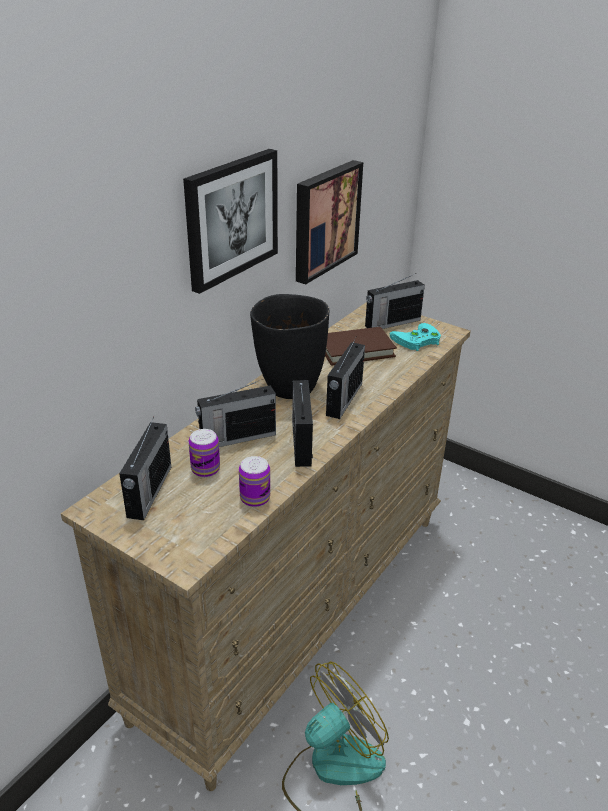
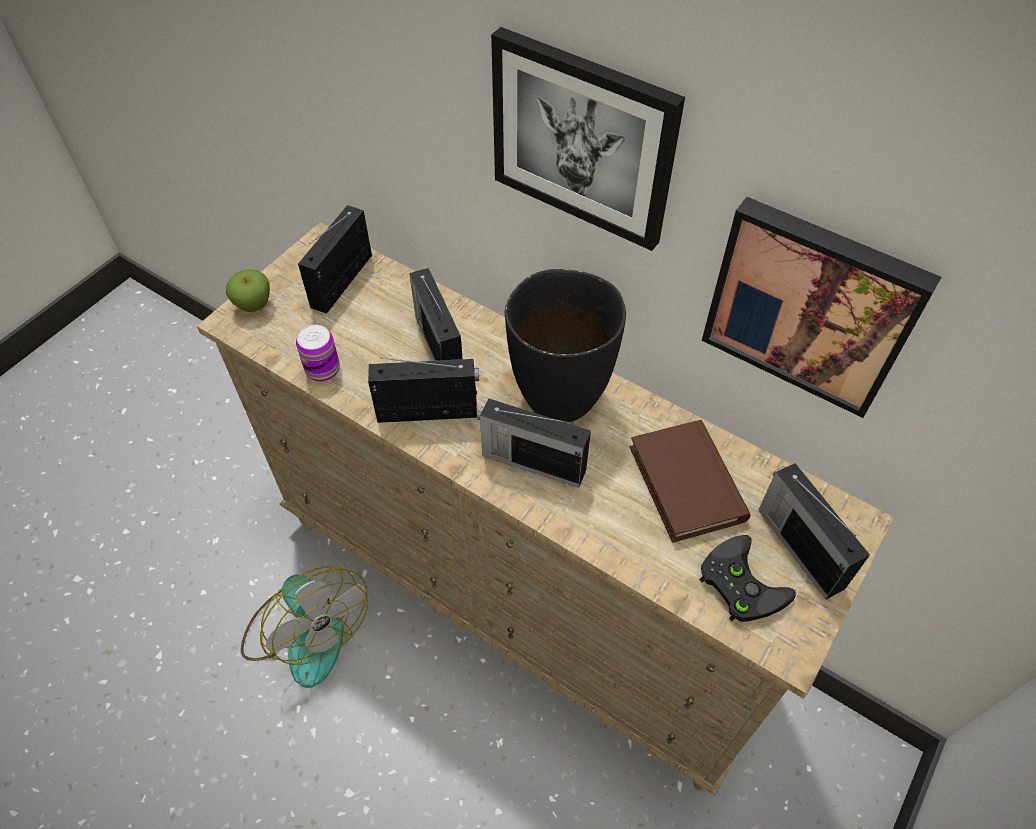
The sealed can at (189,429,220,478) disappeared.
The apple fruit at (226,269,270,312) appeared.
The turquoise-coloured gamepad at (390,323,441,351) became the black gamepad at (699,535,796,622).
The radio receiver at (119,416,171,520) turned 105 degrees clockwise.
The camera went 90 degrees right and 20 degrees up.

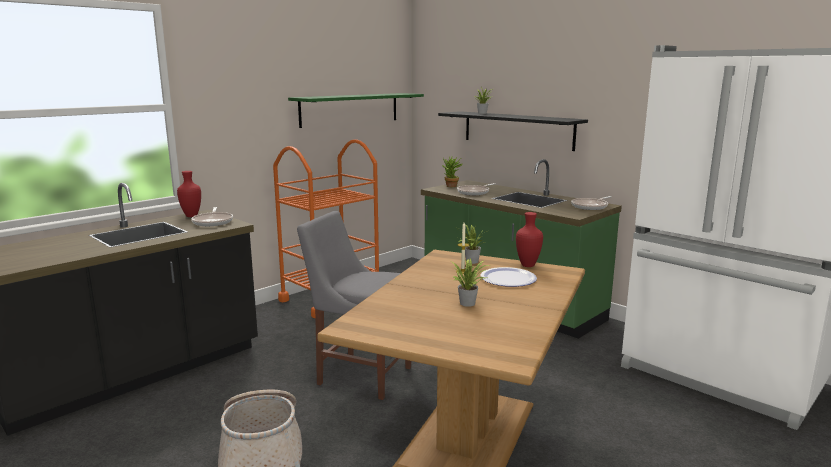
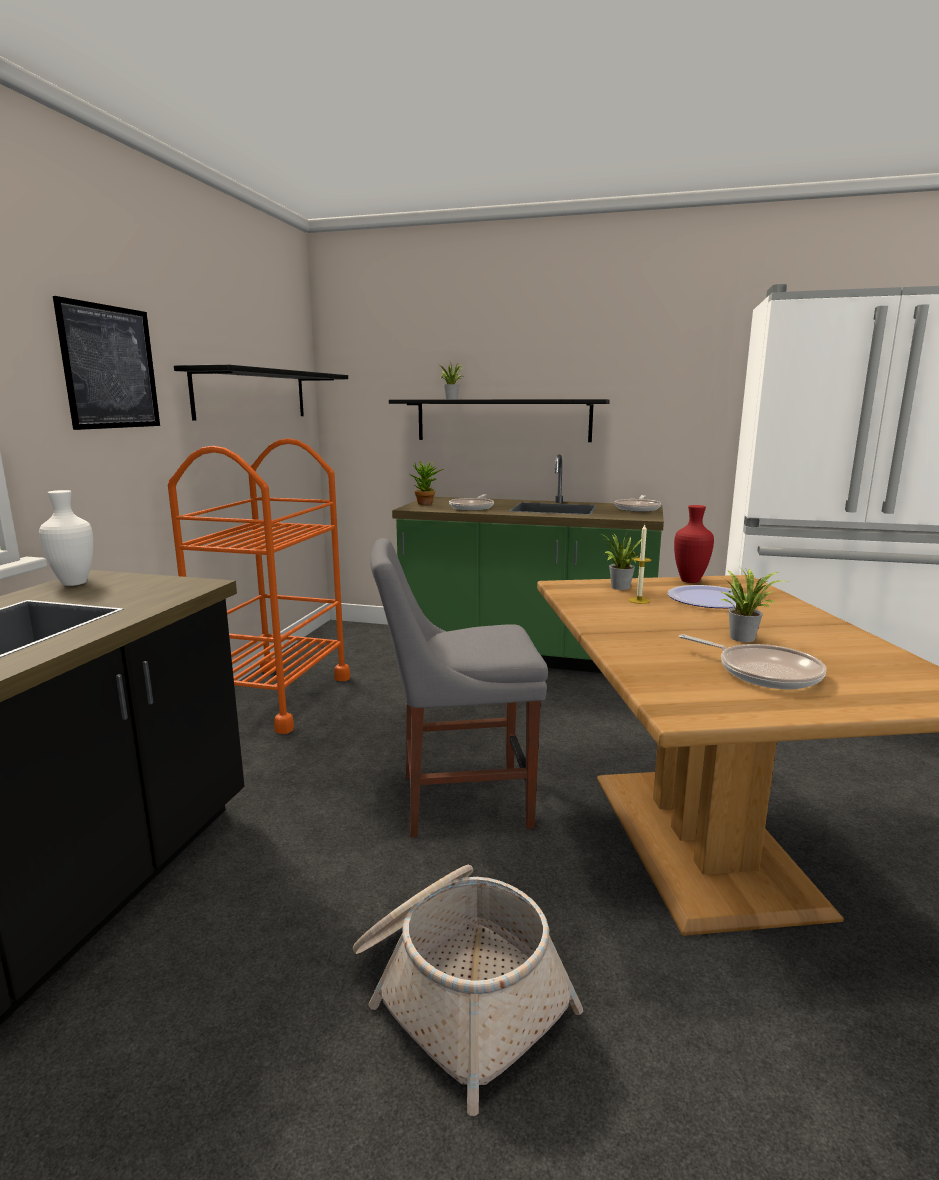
The wall picture at (53,296,160,430) appeared.
The frying pan moved from (191,207,233,226) to (679,634,827,689).
The red decorative vase at (177,171,201,217) became the white decorative vase at (39,490,93,586).
The green-coloured shelf at (288,93,424,128) became the black shelf at (174,364,348,421).
The camera went 30 degrees left and 0 degrees up.

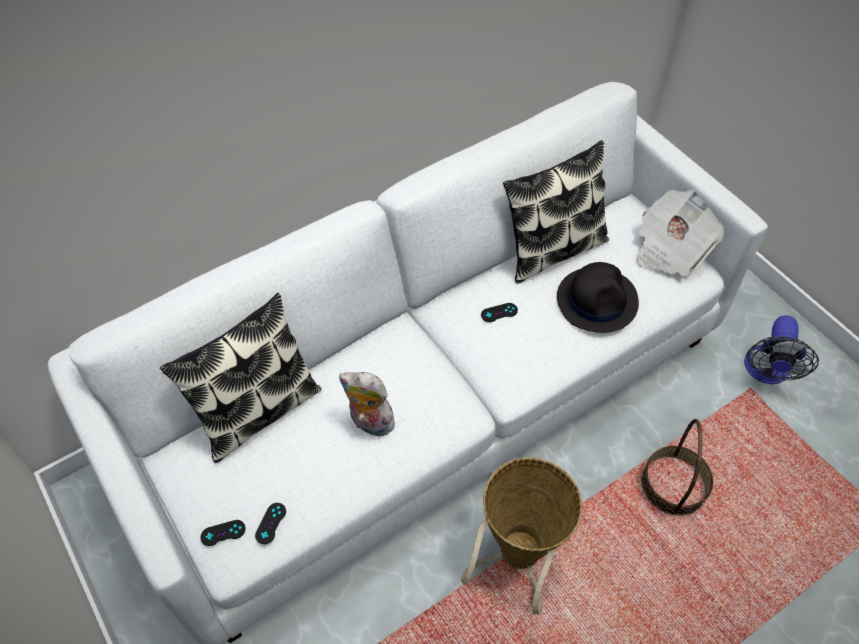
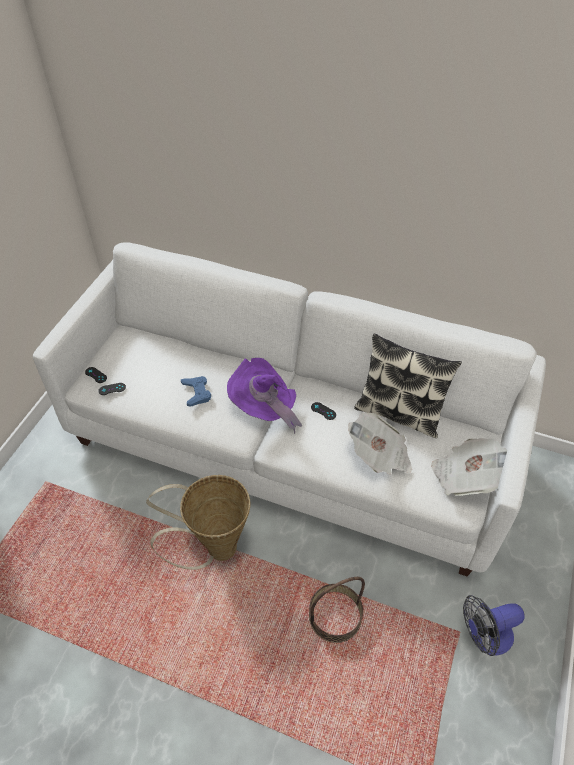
The cushion at (160,293,322,464) disappeared.
The purple-coloured clothing hat at (227,358,302,434) appeared.
The soft toy at (339,372,395,436) was replaced by the bluish gamepad at (181,376,211,407).
The black clothing hat at (557,262,639,333) was replaced by the printed paper at (348,413,412,475).
The camera went 55 degrees right and 5 degrees down.

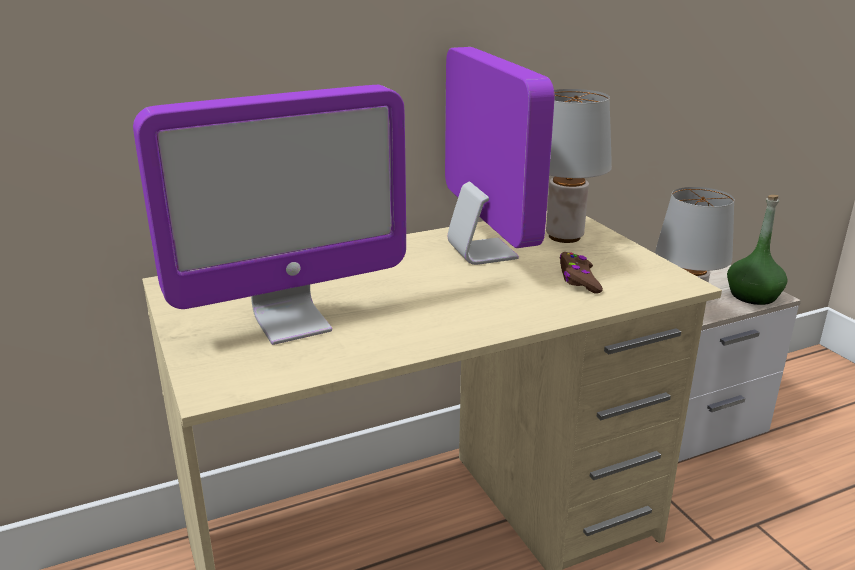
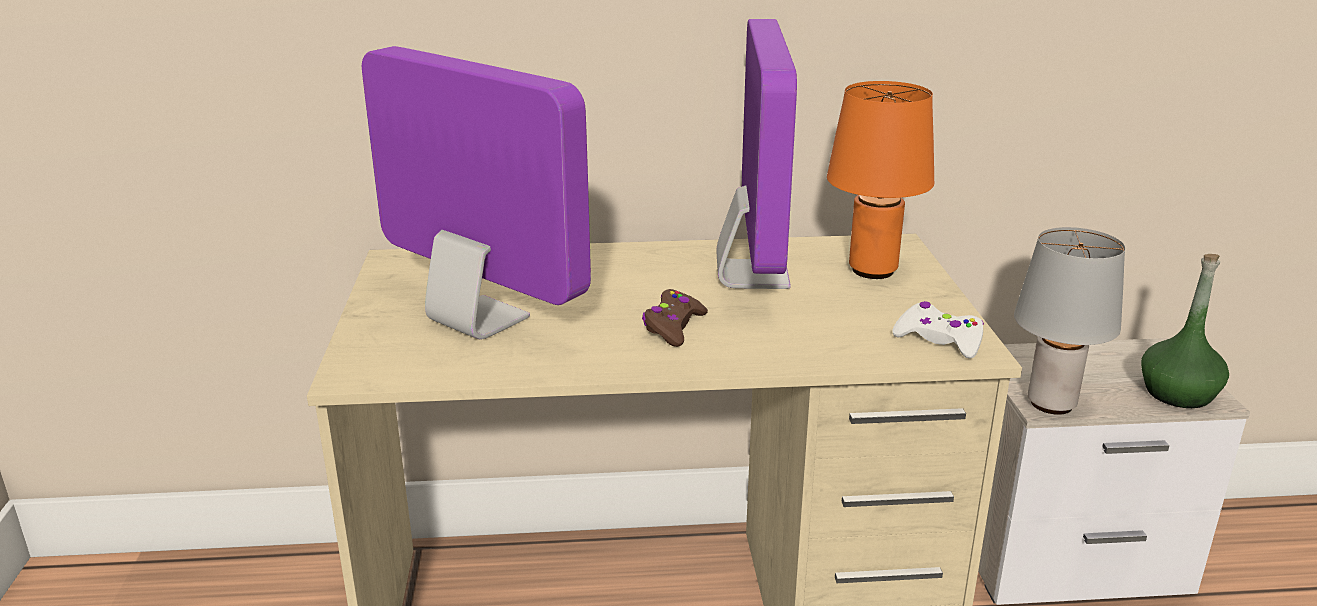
The white gamepad at (892,301,984,359) appeared.
The brown gamepad moved from (560,252,603,294) to (642,289,708,347).
The gray lamp for a table at (546,89,612,243) became the orange lamp for a table at (827,81,934,279).
The computer display at (133,85,406,345) turned 135 degrees counterclockwise.
The camera went 20 degrees right and 0 degrees up.

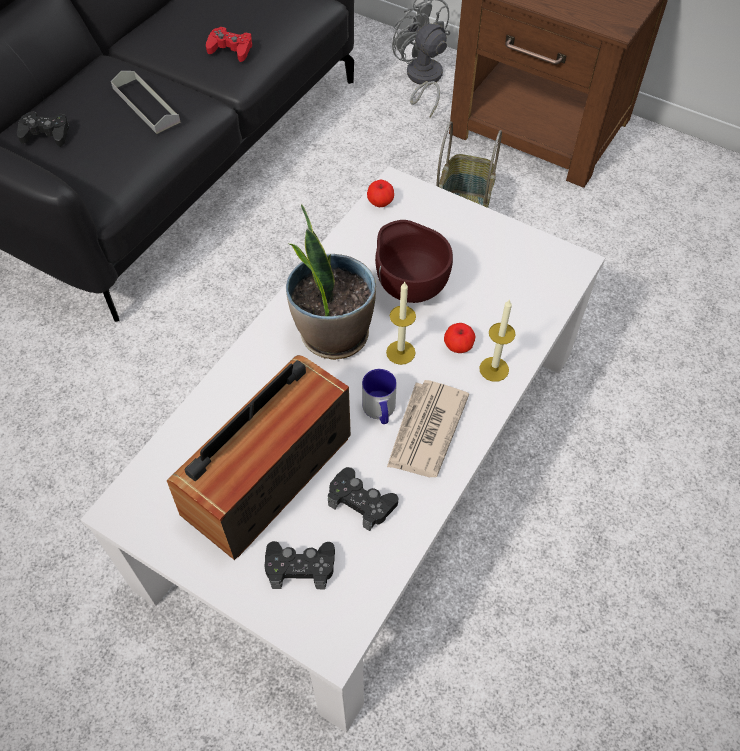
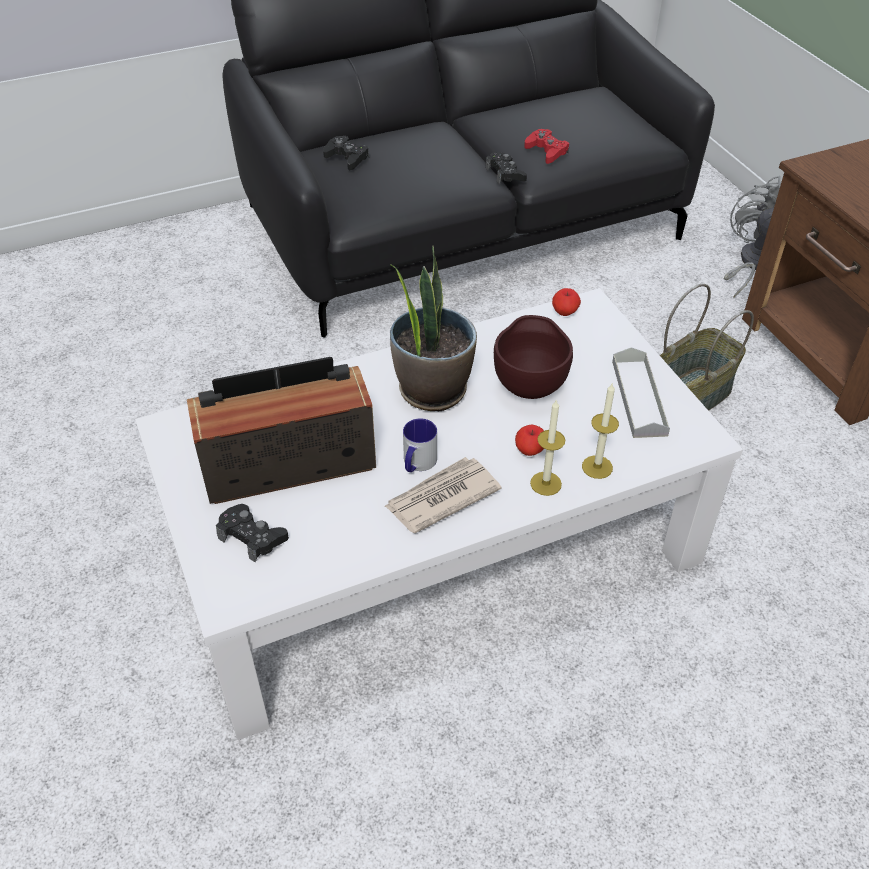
The gray serving tray moved from (111,71,181,134) to (612,347,670,438).
The black gamepad moved from (328,467,398,531) to (486,152,527,184).
The wax candle moved from (386,281,416,365) to (582,382,619,479).
The camera went 35 degrees right and 10 degrees down.

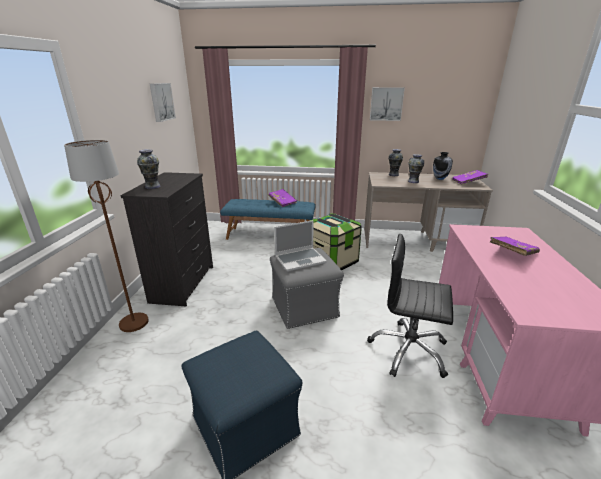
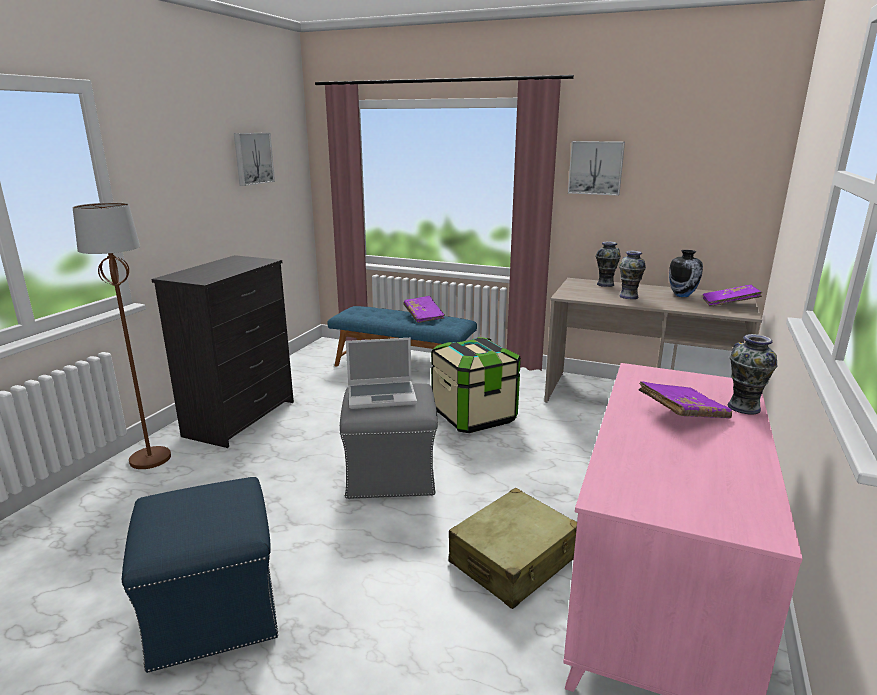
The decorative vase moved from (137,149,161,189) to (728,334,778,414).
The black computer chair at (367,234,453,378) was replaced by the sand-coloured suitcase at (449,488,577,609).
The camera went 15 degrees right and 5 degrees down.

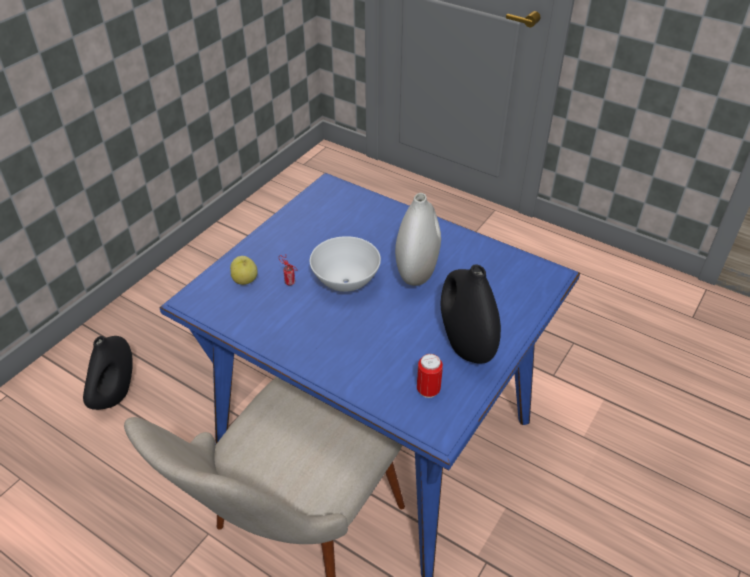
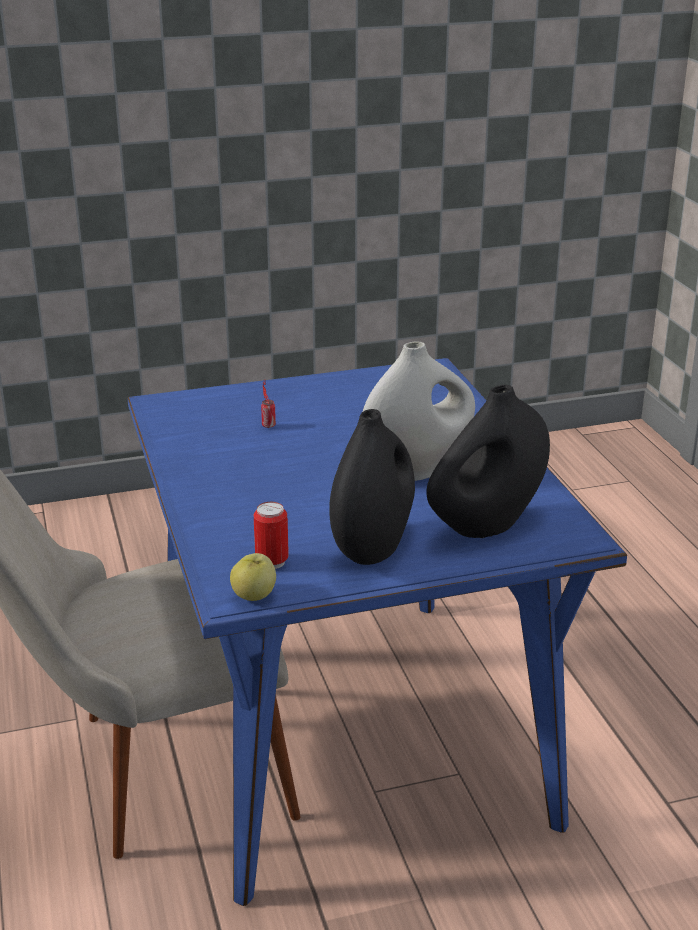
The white bowl at (310,236,381,292) disappeared.
The black decorative vase moved from (83,336,133,410) to (426,385,550,538).
The apple fruit moved from (230,256,258,285) to (230,553,276,601).
The camera went 40 degrees right and 15 degrees down.

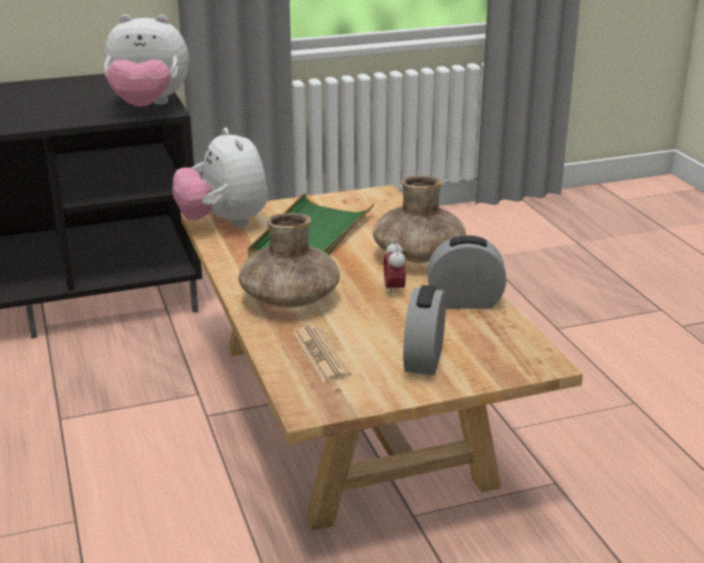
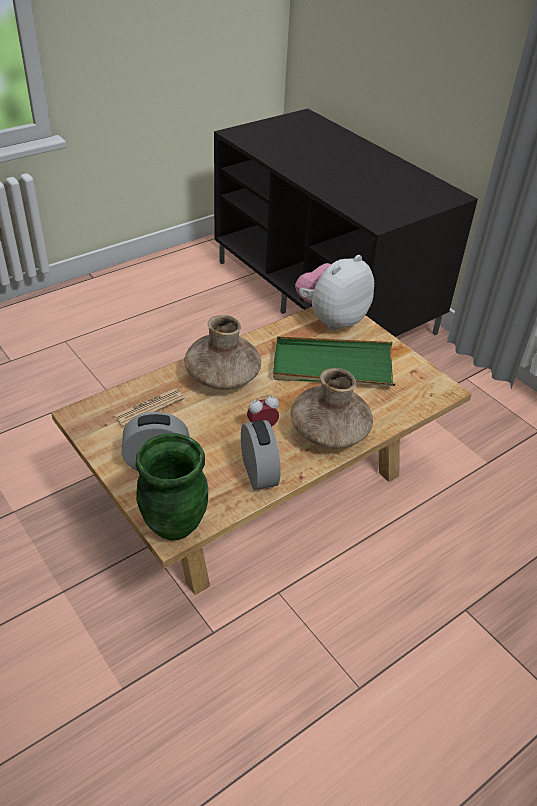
The soft toy at (104,14,189,107) disappeared.
The green-coloured decorative vase at (135,433,208,540) appeared.
The camera went 70 degrees right and 15 degrees up.

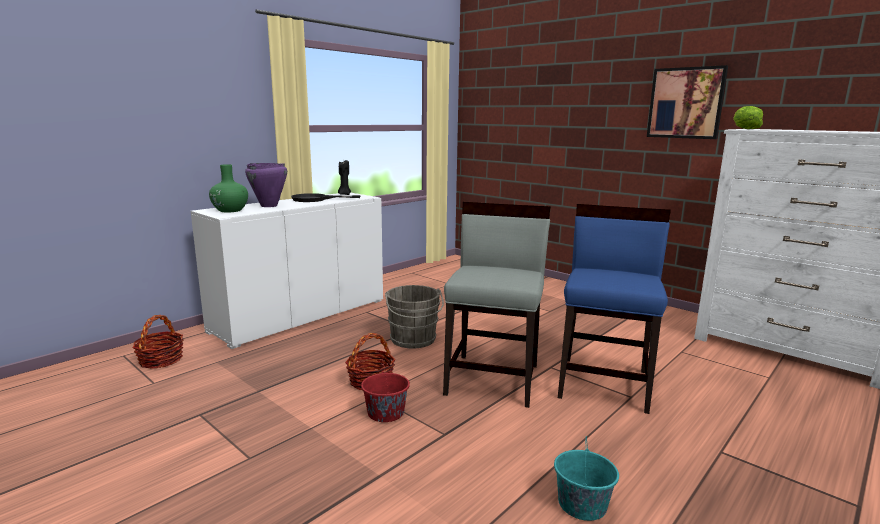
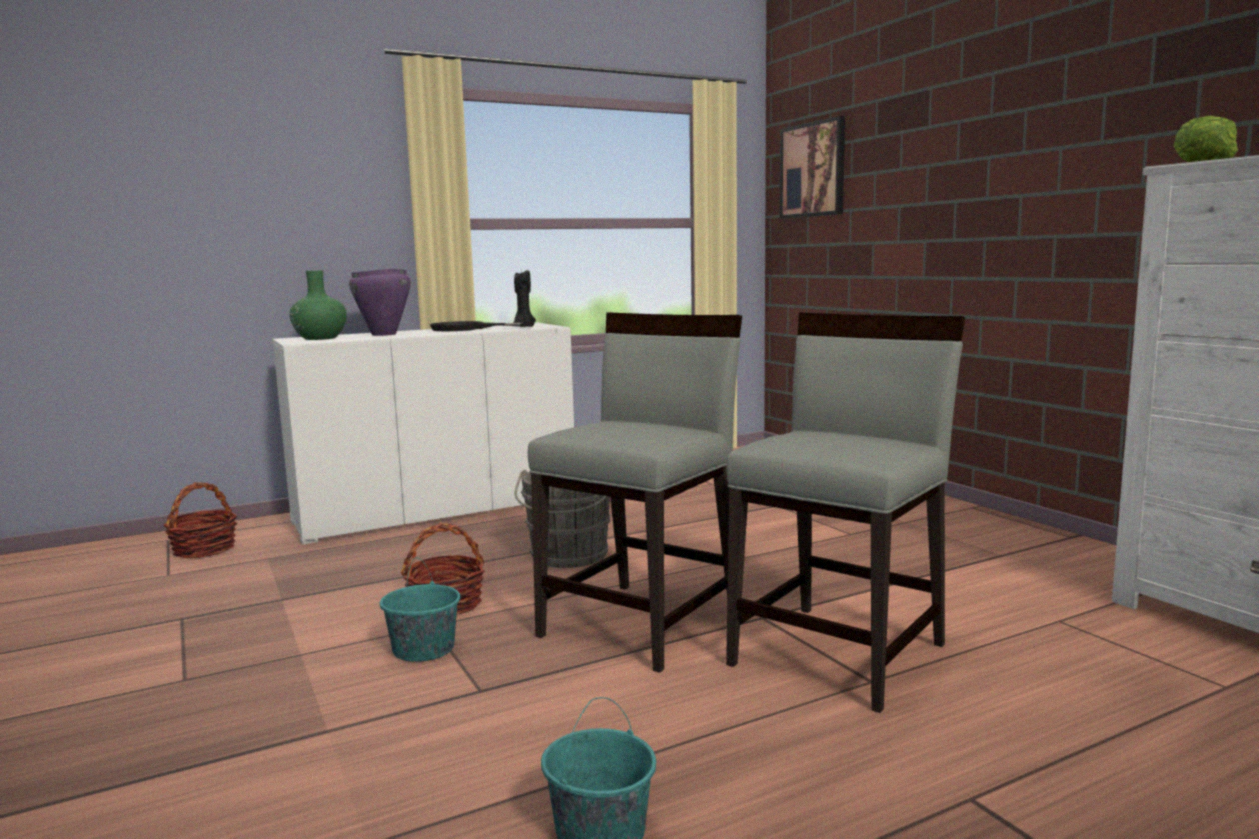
The wall picture moved from (647,65,728,139) to (780,116,845,219).
The red water bucket at (361,360,410,422) became the turquoise-coloured water bucket at (380,558,460,662).
The bluish chair at (558,204,671,414) became the gray chair at (726,312,965,713).
The camera went 20 degrees right and 5 degrees down.

